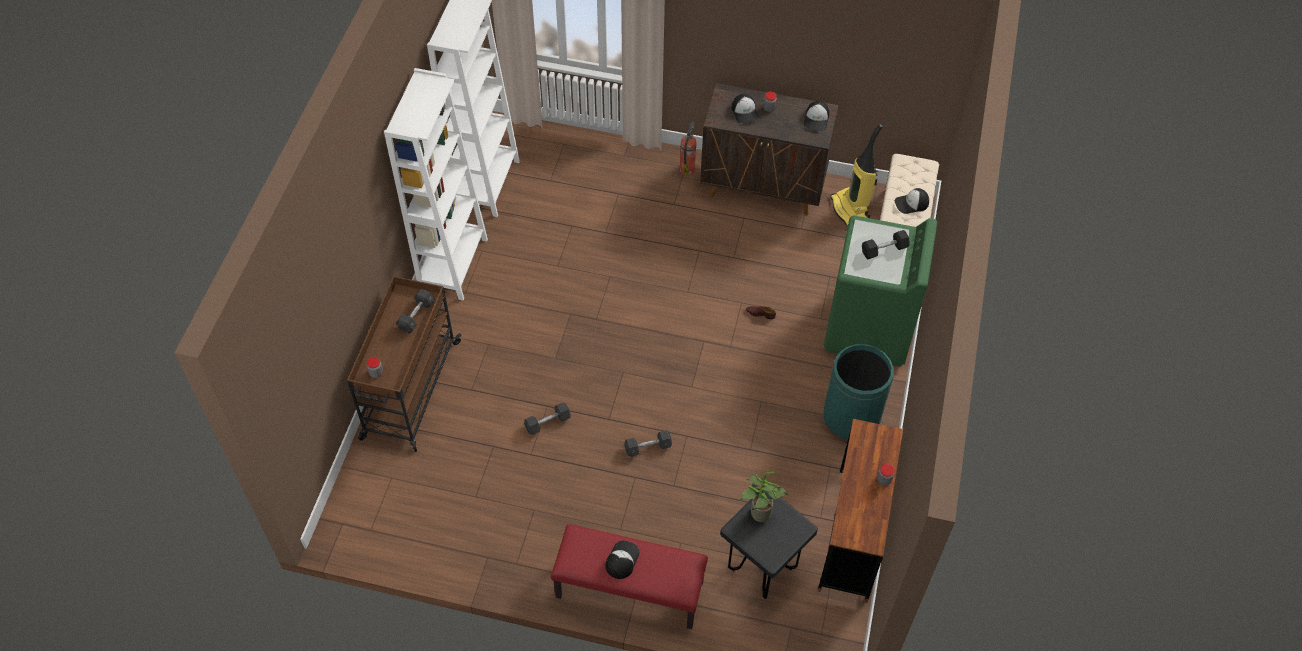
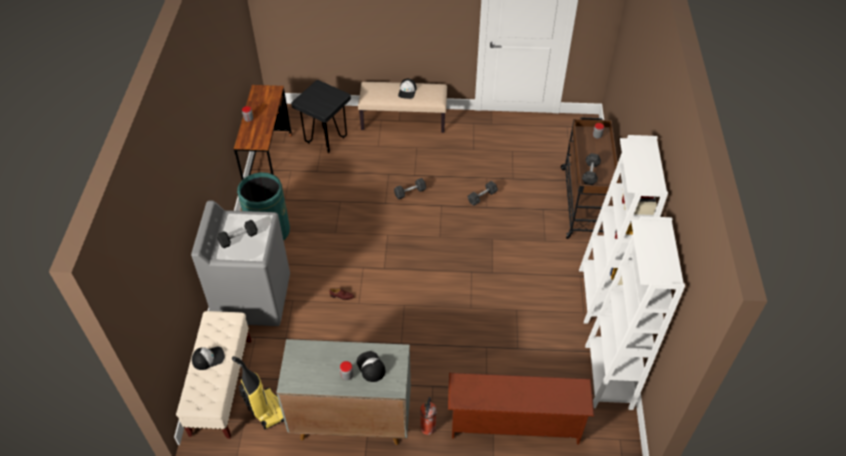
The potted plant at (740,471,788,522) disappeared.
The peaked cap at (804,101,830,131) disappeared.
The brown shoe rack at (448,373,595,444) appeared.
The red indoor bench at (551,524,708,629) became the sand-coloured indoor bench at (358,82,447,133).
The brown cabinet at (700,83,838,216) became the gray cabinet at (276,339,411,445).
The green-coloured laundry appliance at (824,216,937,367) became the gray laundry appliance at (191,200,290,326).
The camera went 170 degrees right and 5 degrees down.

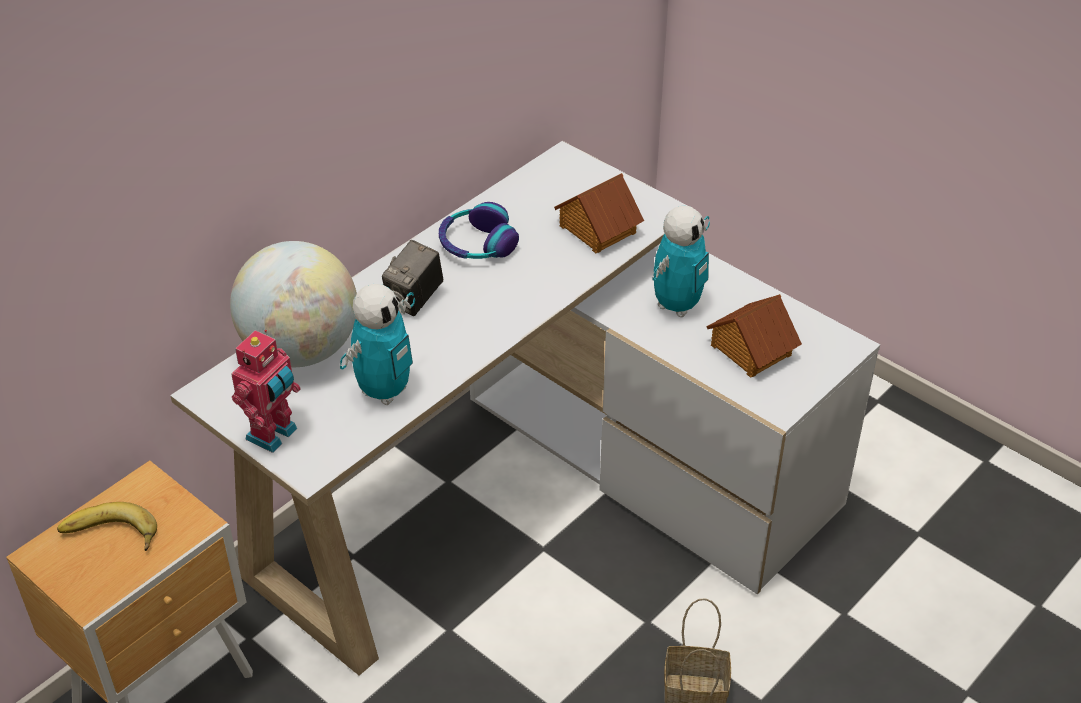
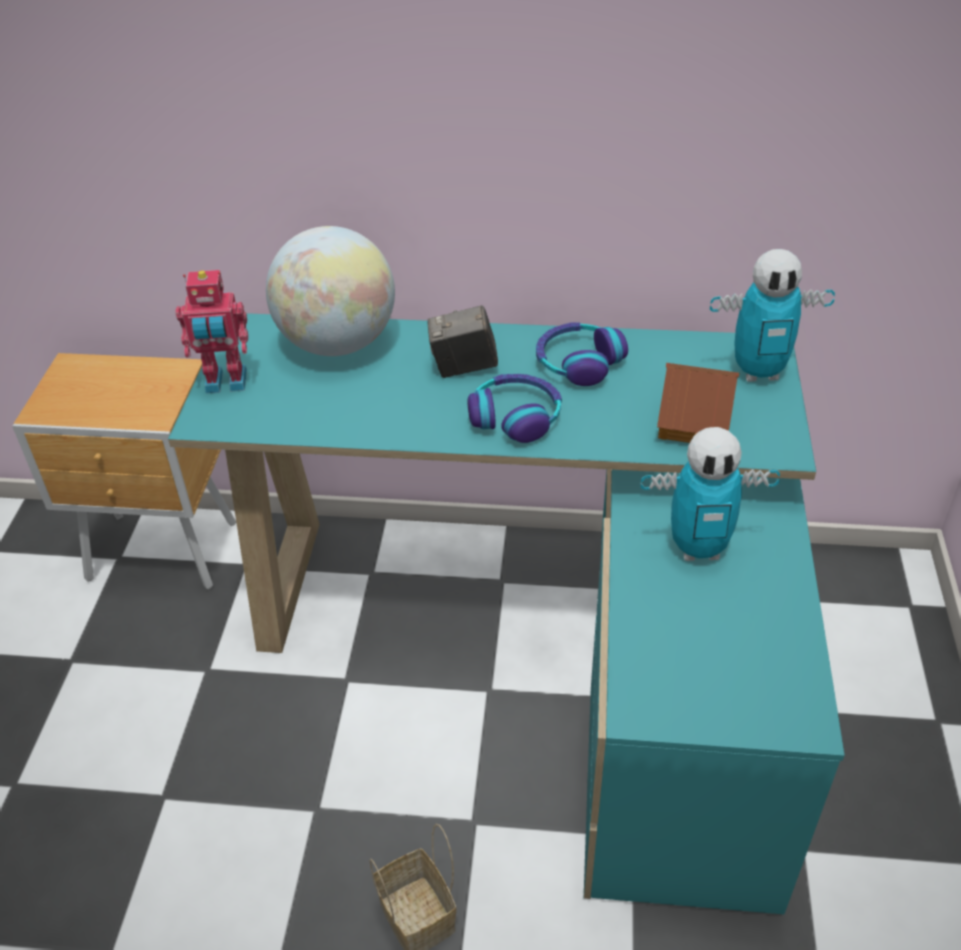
The banana at (57,502,157,551) disappeared.
The miniature house at (706,294,802,378) disappeared.
The headphones at (468,374,562,443) appeared.
The robot figure moved from (340,284,415,405) to (710,249,835,382).
The white desk table at (170,141,880,675) became the turquoise-coloured desk table at (168,313,845,914).
The camera went 55 degrees right and 0 degrees up.

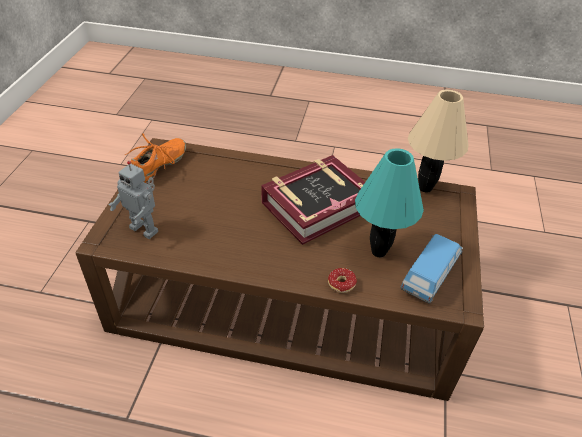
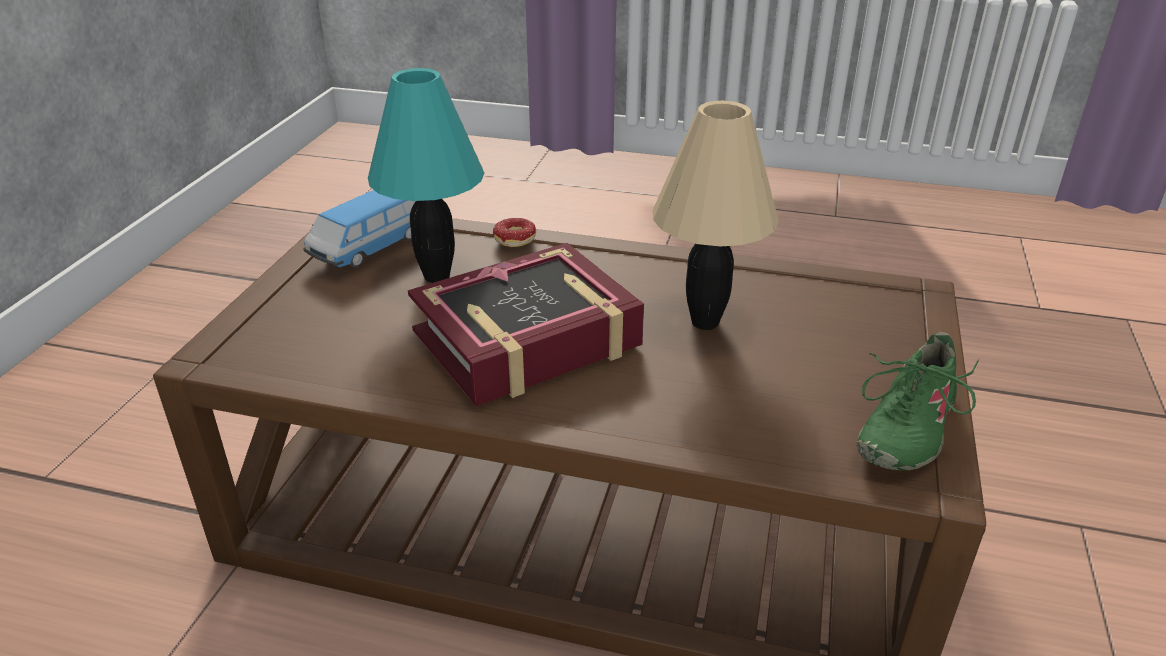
The robot figure at (109,161,158,239) disappeared.
The sand-coloured lamp for a table moved from (408,89,469,193) to (653,101,779,330).
The orange low shoe at (125,133,186,184) became the green-coloured low shoe at (857,332,979,471).
The camera went 175 degrees left and 10 degrees down.

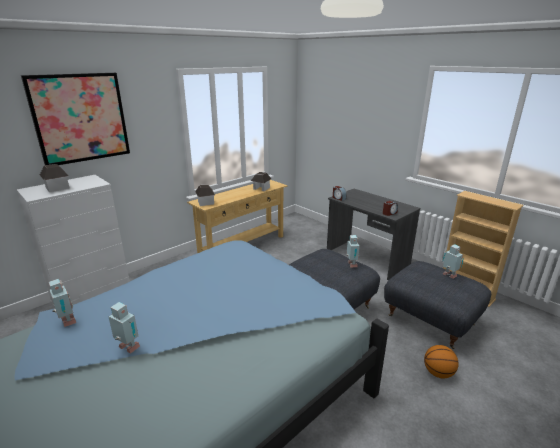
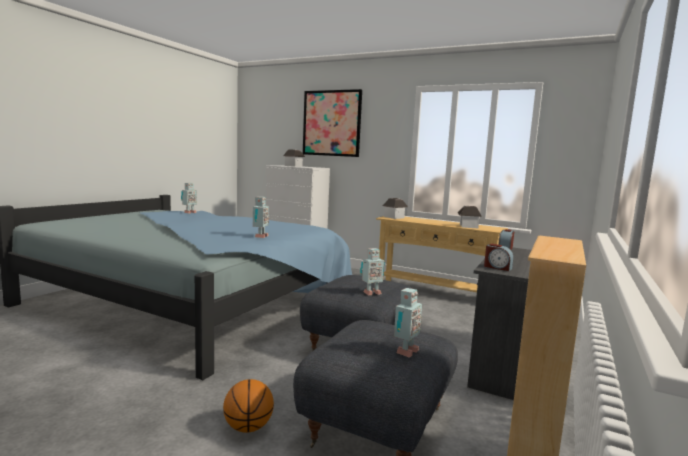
The robot figure moved from (109,302,140,353) to (253,197,269,238).
The camera went 70 degrees right and 15 degrees down.

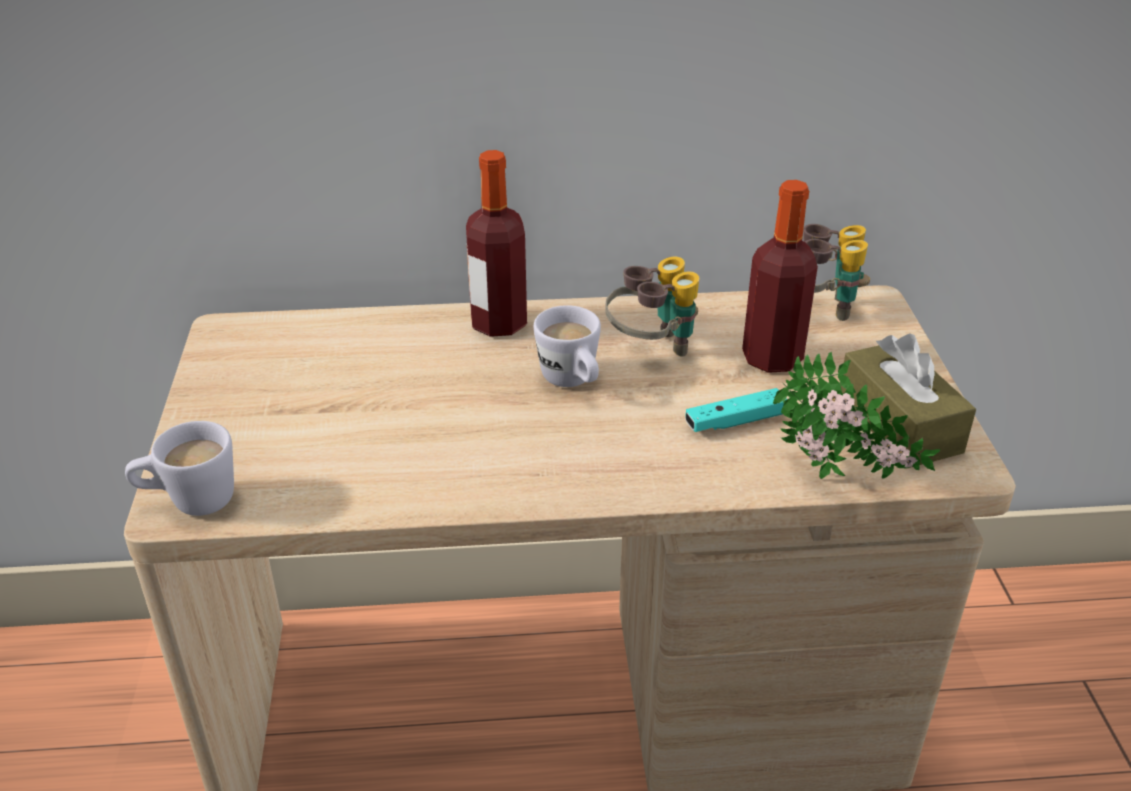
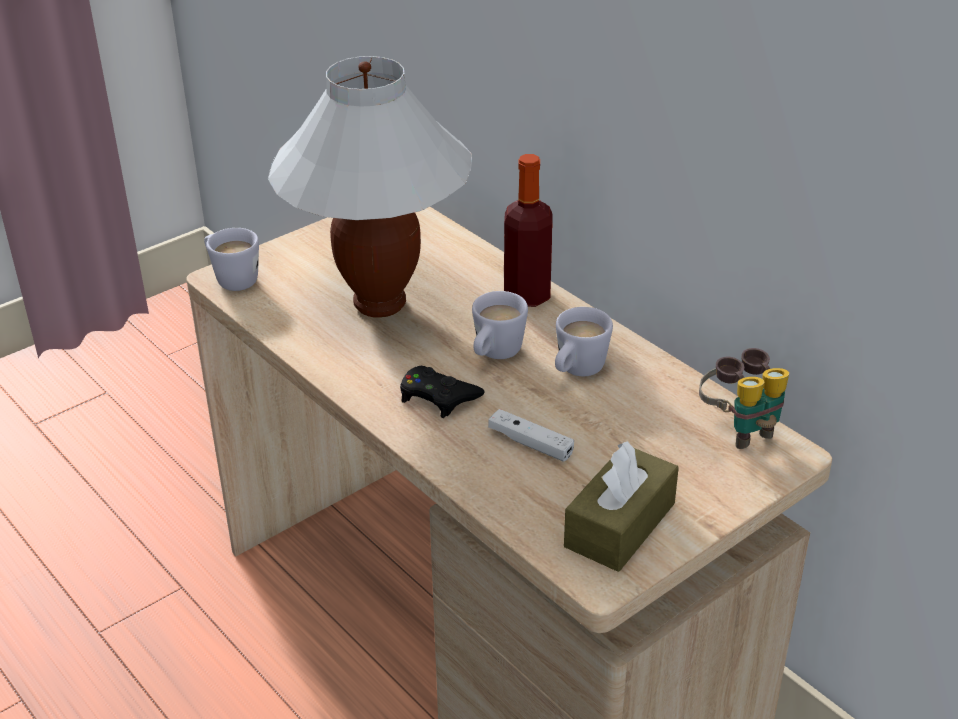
The drink bottle at (742,180,818,373) disappeared.
The potted plant at (773,351,940,479) disappeared.
The white lamp for a table at (268,56,472,318) appeared.
The black gamepad at (400,366,485,418) appeared.
The pair of binoculars at (605,256,699,357) was replaced by the white mug at (555,307,613,376).
The turquoise-coloured gamepad at (685,388,787,432) became the white gamepad at (488,409,574,462).
The camera went 55 degrees right and 0 degrees up.

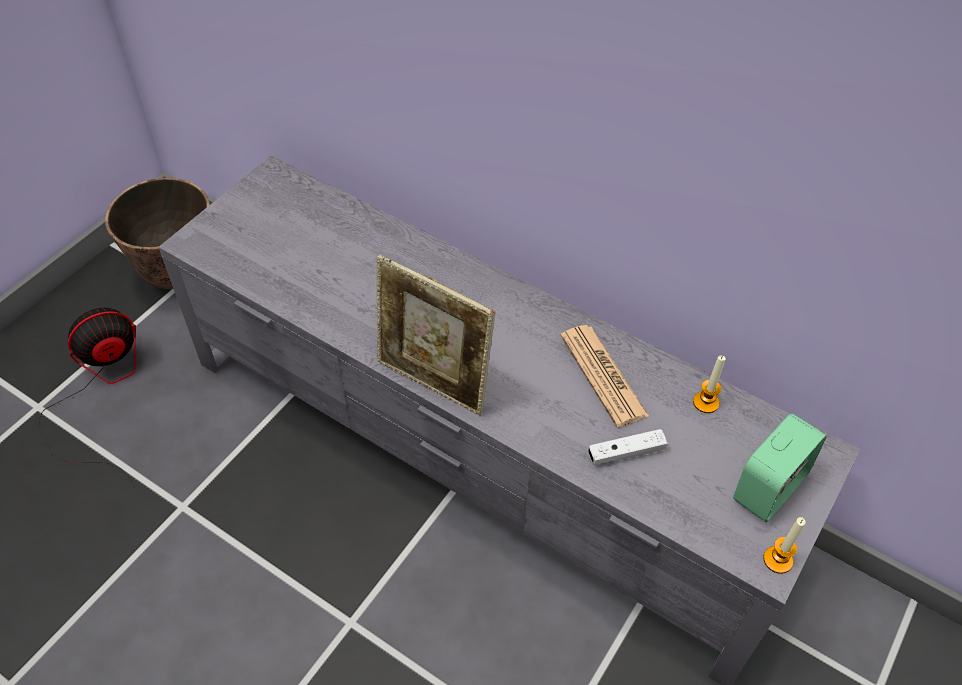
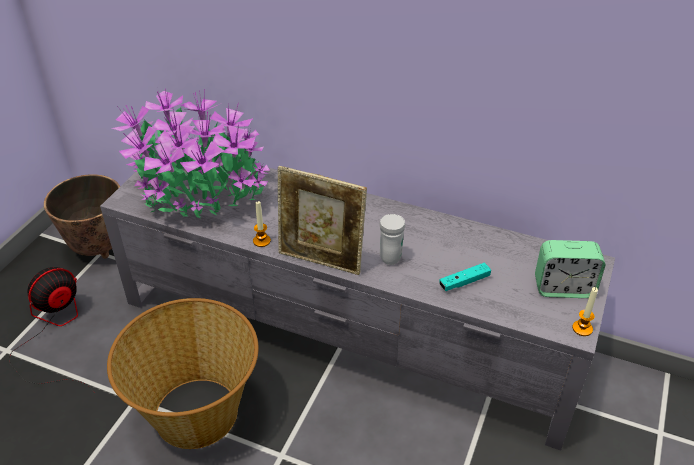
The printed paper at (560,325,649,427) disappeared.
The household basket at (107,298,259,449) appeared.
The potted plant at (112,89,270,218) appeared.
The white mug at (380,214,405,265) appeared.
The wax candle moved from (693,356,726,413) to (253,201,271,247).
The white gamepad at (588,429,668,465) became the turquoise-coloured gamepad at (439,263,491,291).
The bedside clock at (733,414,827,522) turned 60 degrees clockwise.
The camera went 10 degrees left and 10 degrees down.

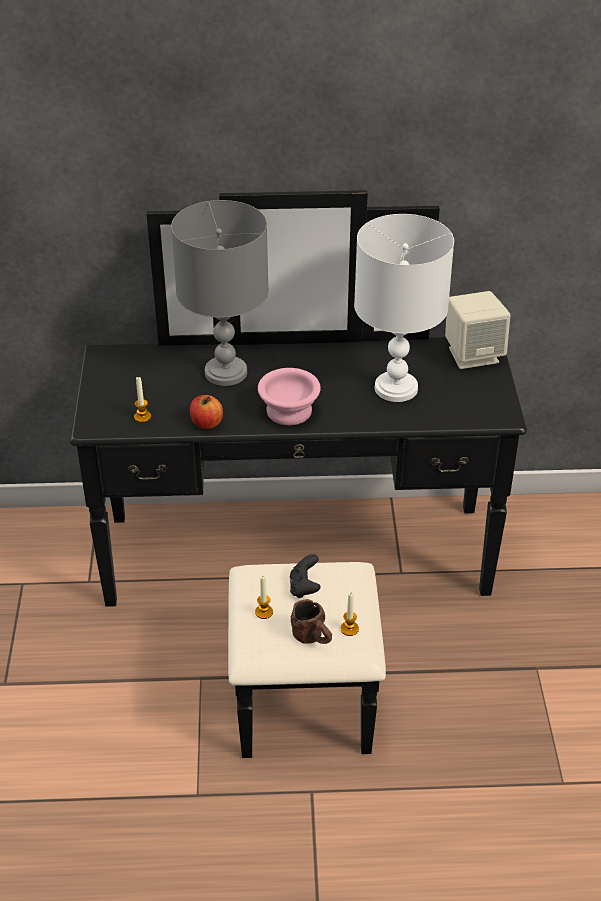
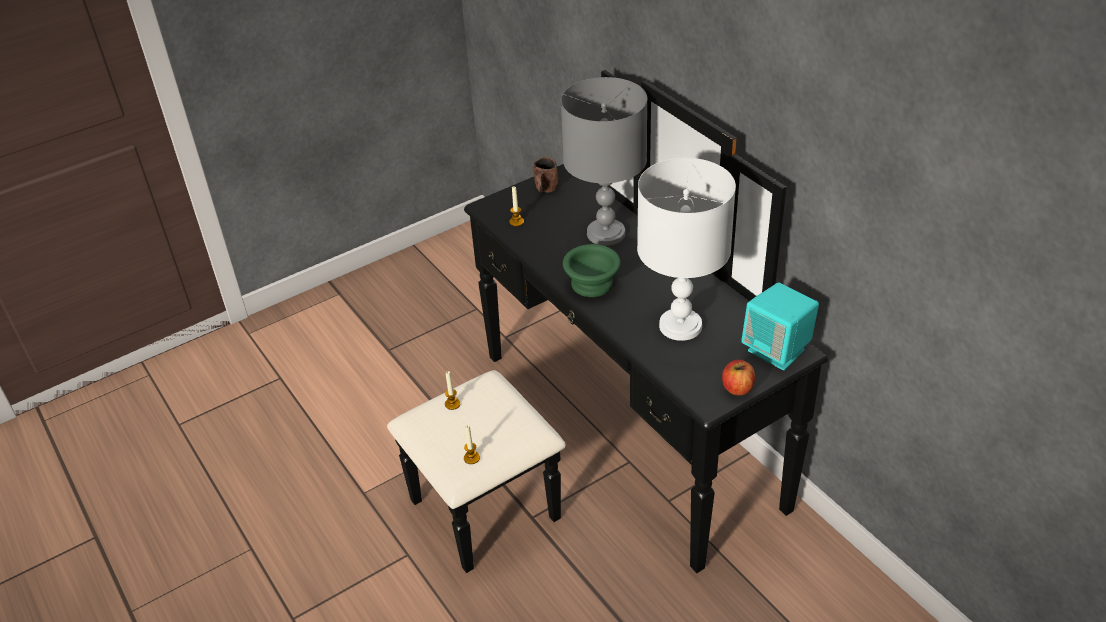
The black gamepad at (290,554,321,598) disappeared.
The apple fruit moved from (190,395,223,429) to (722,360,755,395).
The brown mug moved from (291,599,332,644) to (533,156,558,193).
The pink-coloured bowl at (258,368,321,425) became the green-coloured bowl at (563,244,621,297).
The sand-coloured audio speaker at (445,291,510,369) became the turquoise-coloured audio speaker at (741,282,819,370).
The camera went 60 degrees right and 0 degrees up.

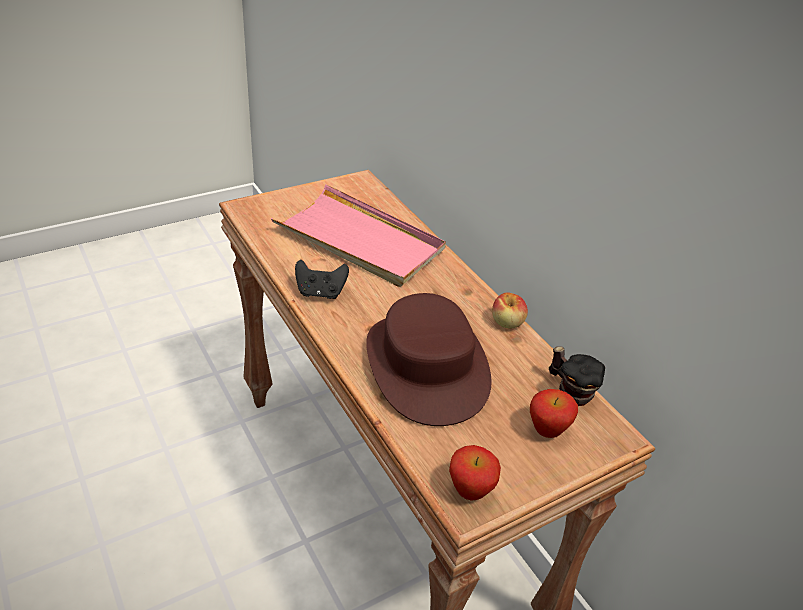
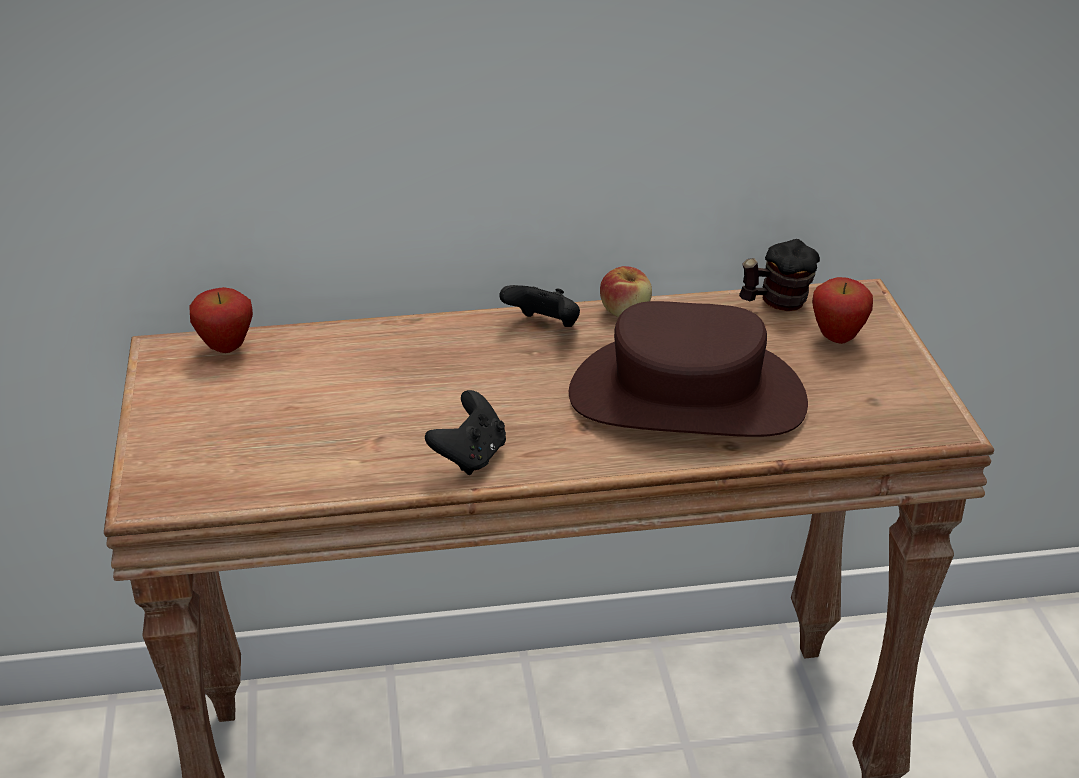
The pink-coloured serving tray at (271,184,446,287) disappeared.
The black gamepad at (499,285,580,327) appeared.
The apple fruit moved from (449,445,501,501) to (189,287,253,353).
The camera went 65 degrees left and 5 degrees down.

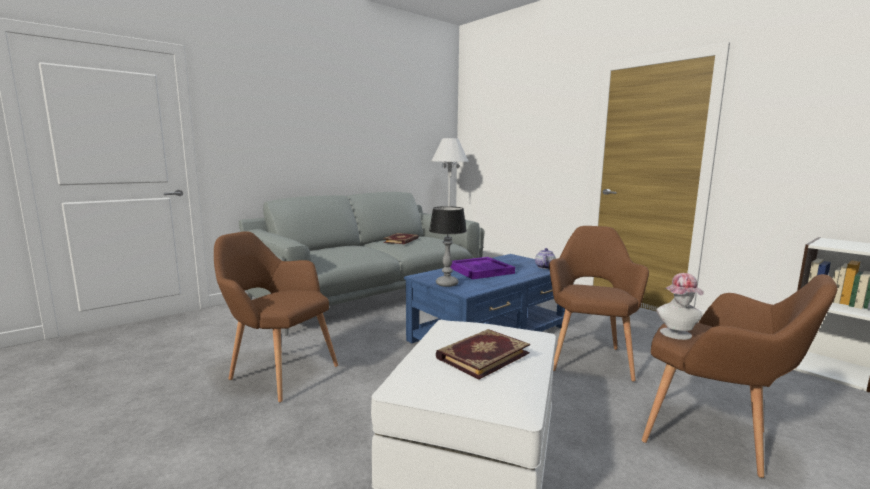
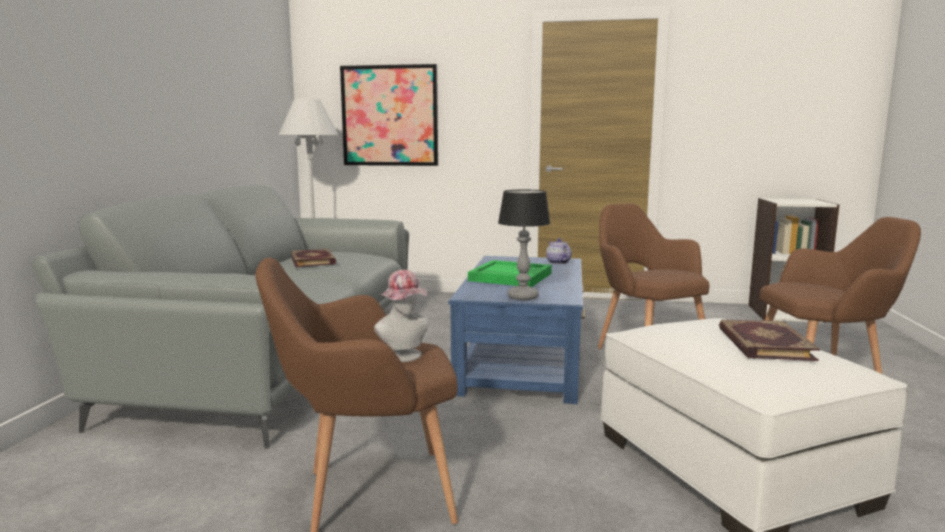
The wall picture at (340,64,438,166) appeared.
The clothing hat moved from (656,273,704,340) to (374,270,429,362).
The purple-coloured serving tray at (450,257,515,279) became the green-coloured serving tray at (468,260,552,287).
The camera went 40 degrees left and 0 degrees up.

